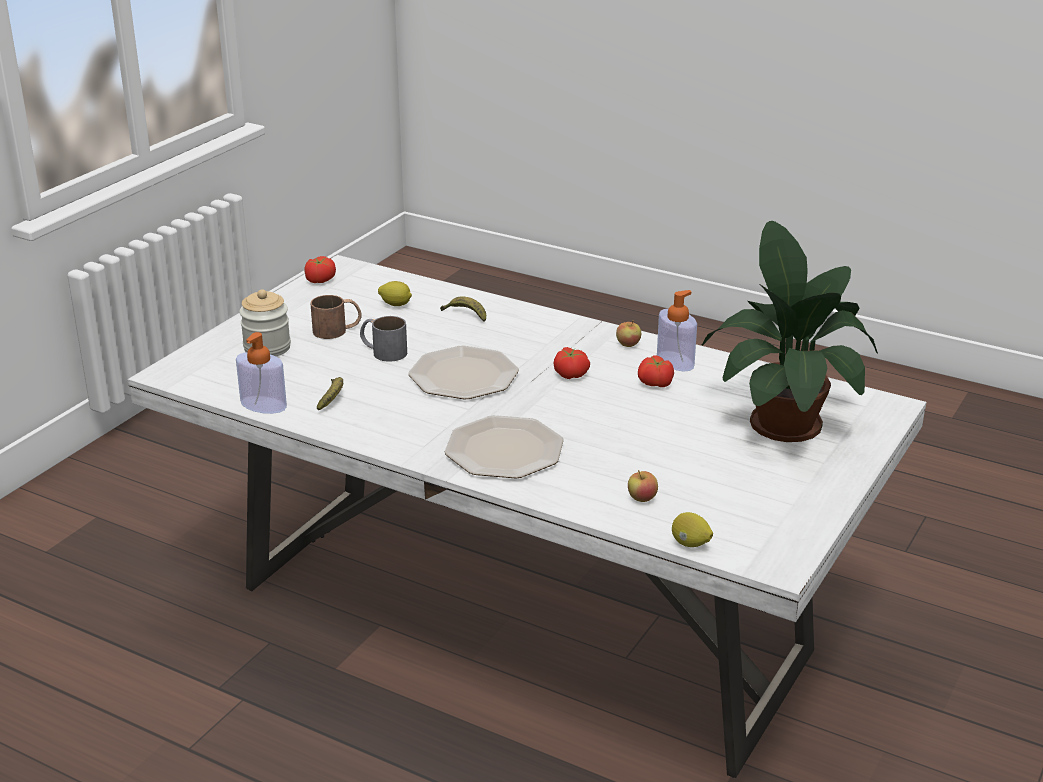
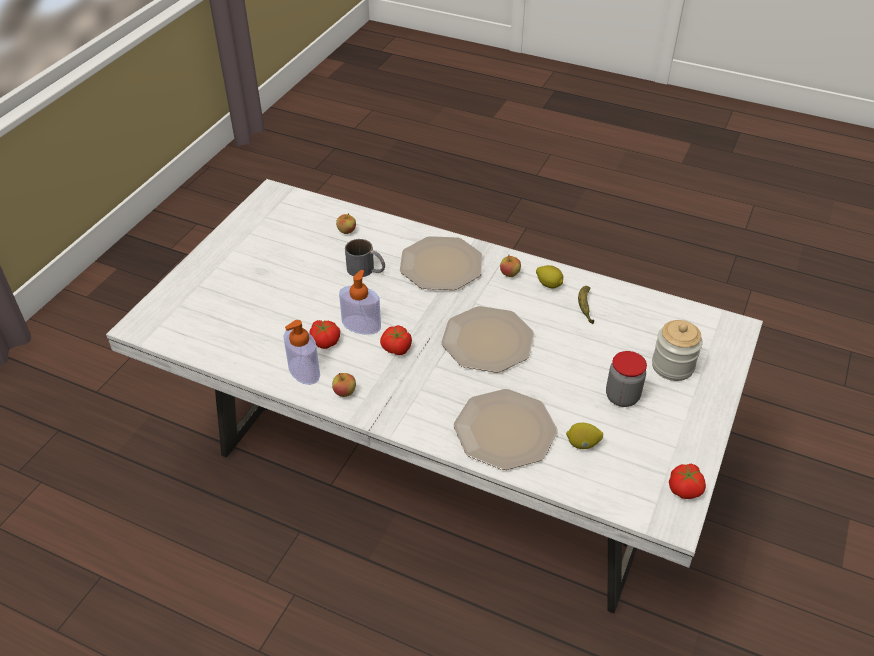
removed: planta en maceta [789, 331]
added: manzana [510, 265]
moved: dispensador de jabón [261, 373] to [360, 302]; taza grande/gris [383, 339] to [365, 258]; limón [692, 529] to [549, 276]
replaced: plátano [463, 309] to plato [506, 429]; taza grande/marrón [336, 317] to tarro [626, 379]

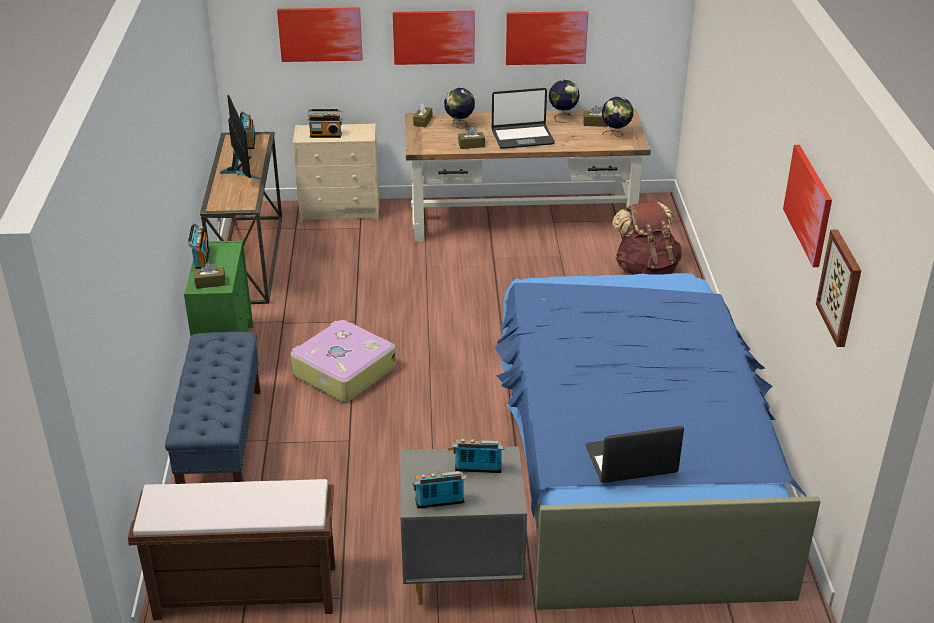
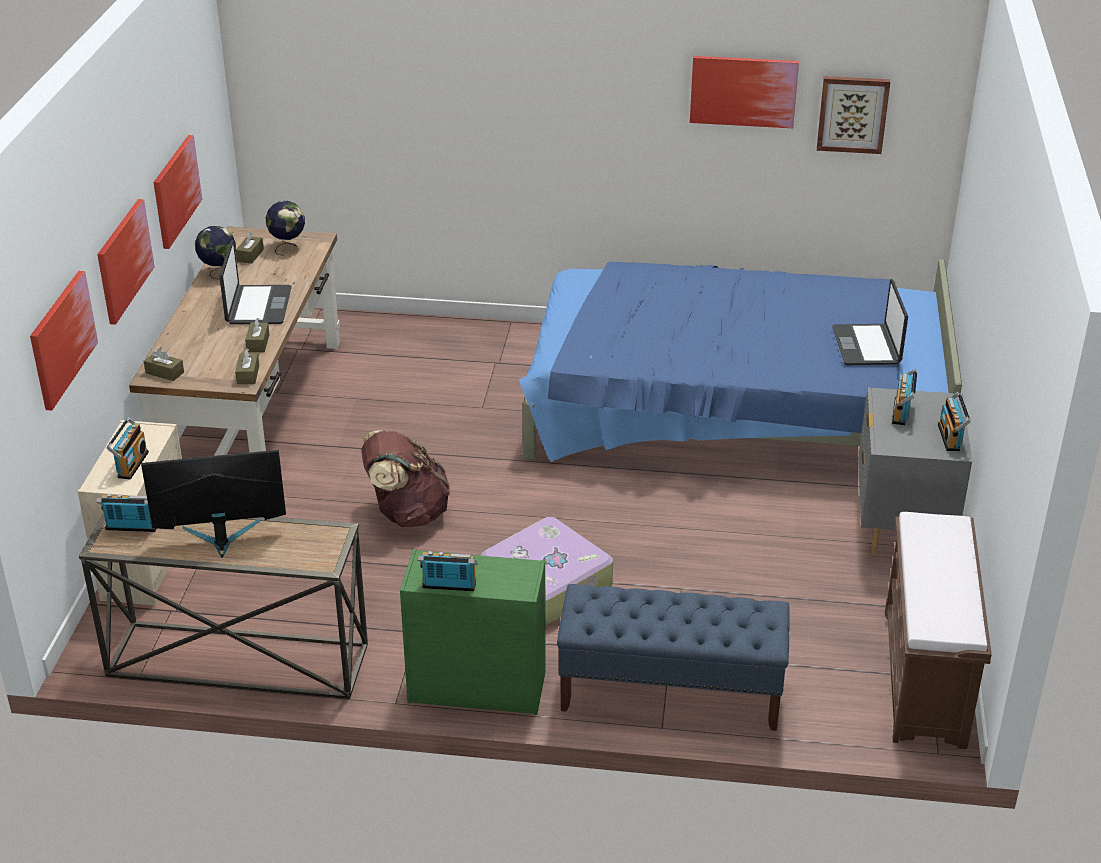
removed: globo terráqueo [459, 108]
moved: caja de pañuelos/marrón [210, 275] to [247, 366]; mochila/marrón [647, 238] to [406, 478]

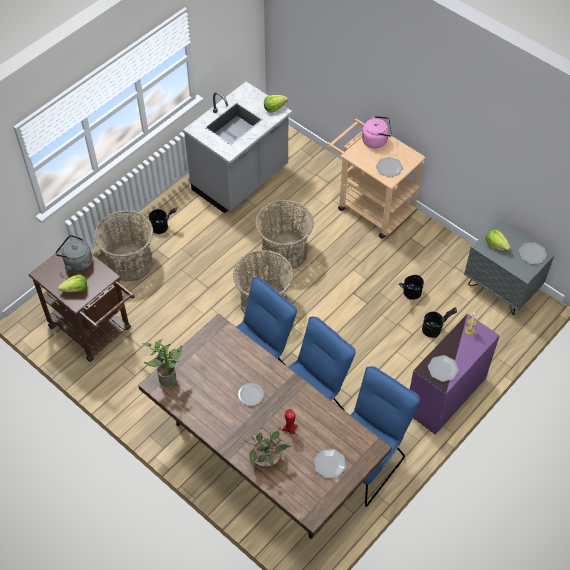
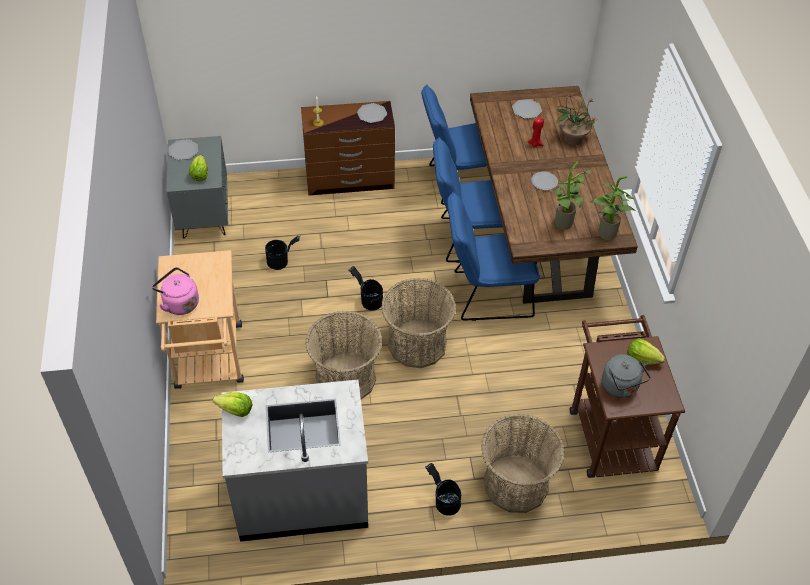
removed: plato [389, 167]
added: planta en maceta [573, 196]
moved: cubo/negro [439, 322] to [365, 288]
recoloured: cómoda/morado [455, 374] to cómoda/marrón [348, 148]

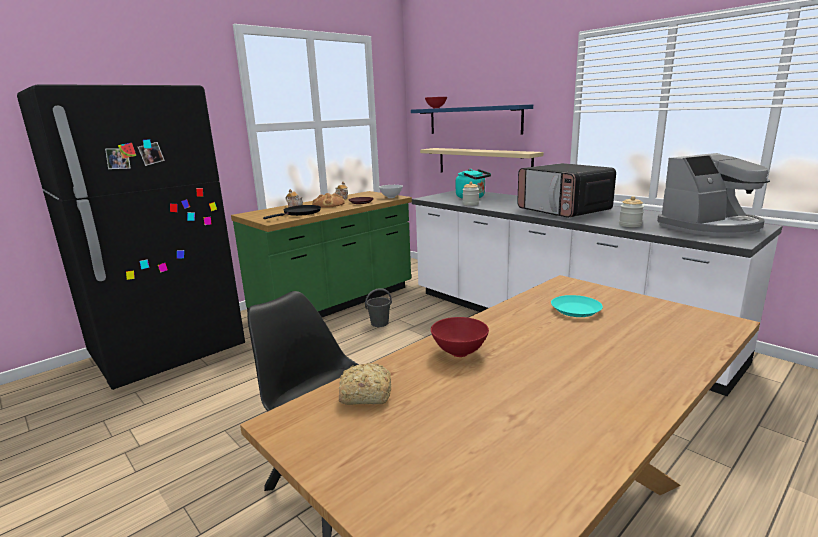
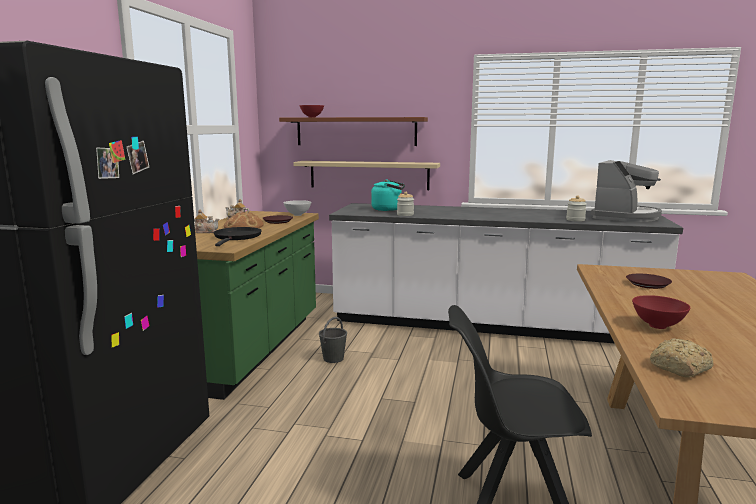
removed: microondas [566, 190]
recoloured: estante/azul [472, 119] to estante/marrón [353, 131]; plato/turquesa [577, 306] to plato/marrón [649, 281]

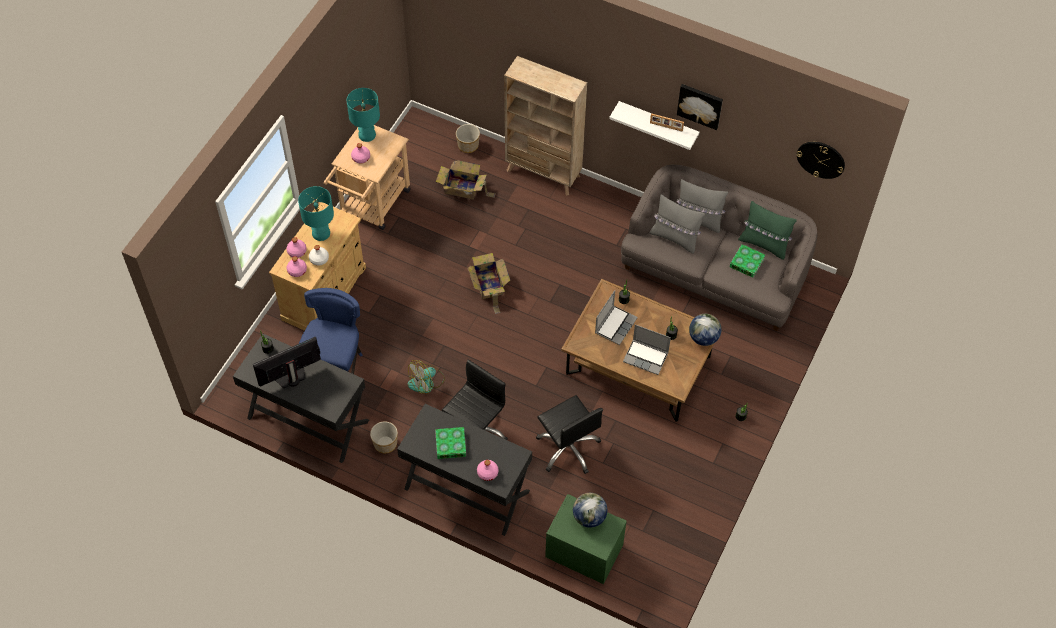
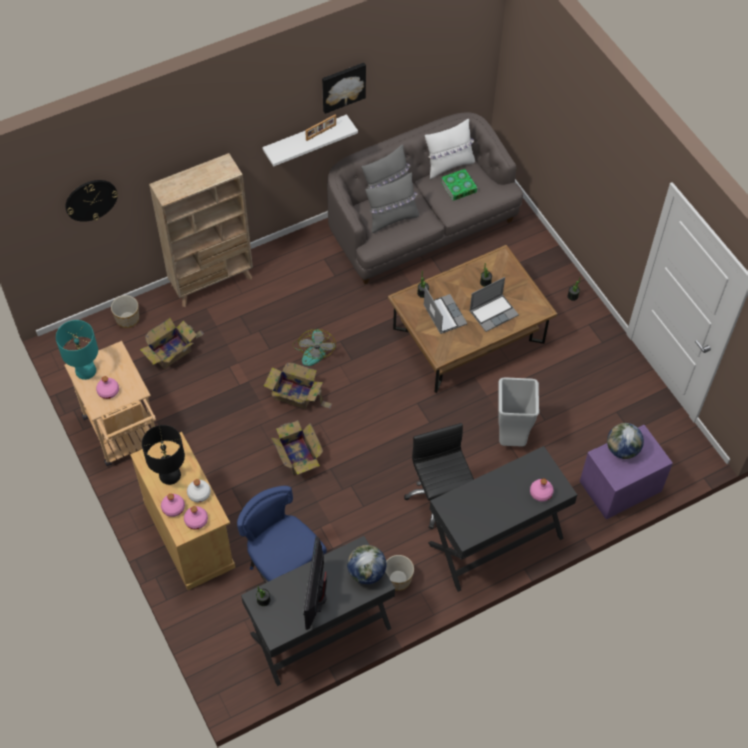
removed: libro [450, 443]
added: caja de cartón [297, 447]
moved: reloj de pared [821, 160] to [91, 201]; ventilador [426, 377] to [314, 347]; globo terráqueo [705, 330] to [366, 564]
replaced: silla de oficina/negro [569, 434] to papelera/gris [519, 412]
recoloured: lámpara de mesa/turquesa [316, 213] to lámpara de mesa/negro [163, 455]; cojín/verde [767, 230] to cojín/blanco [450, 149]; mesita de noche/verde [586, 539] to mesita de noche/morado [626, 472]

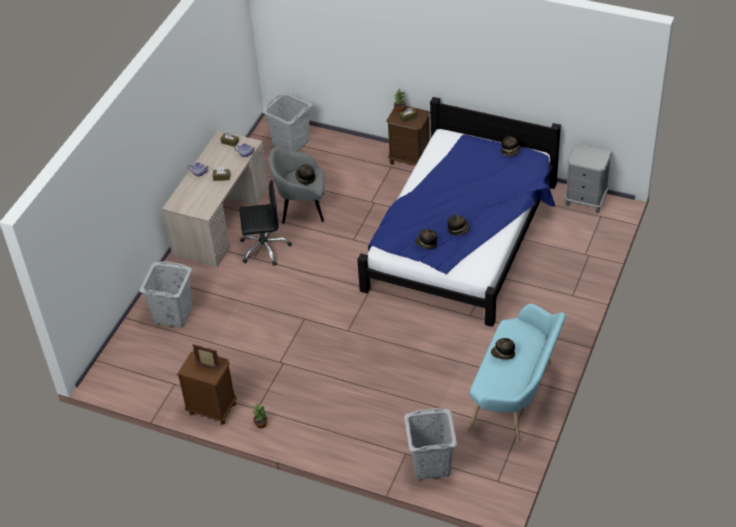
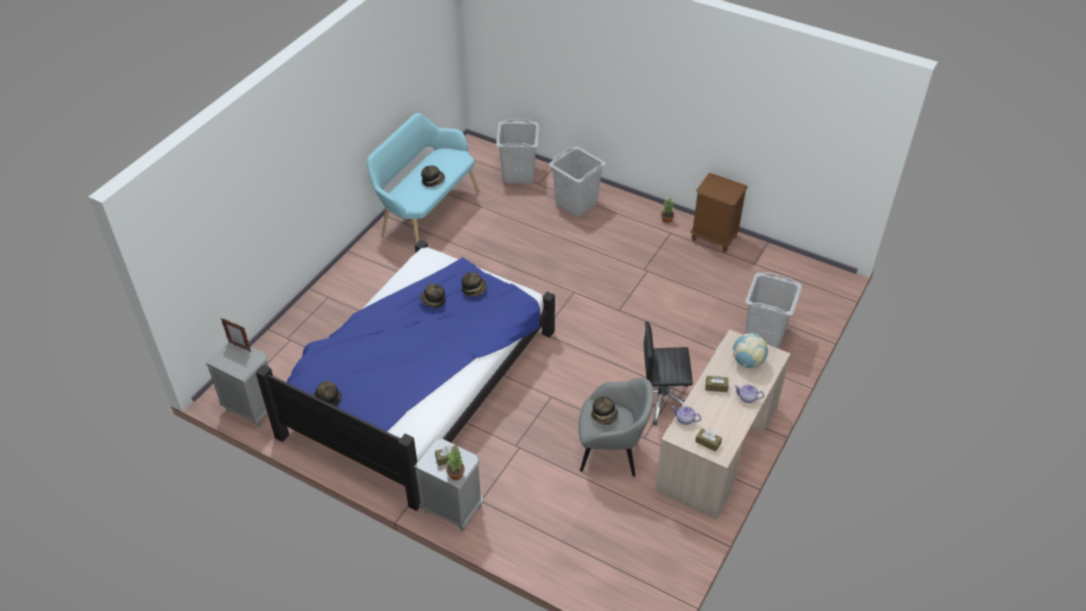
added: globo terráqueo [750, 351]
moved: portarretratos [206, 357] to [236, 335]; cesto de la ropa/gris [287, 122] to [577, 181]
recoloured: mesita de noche/marrón [408, 136] to mesita de noche/gris [448, 484]

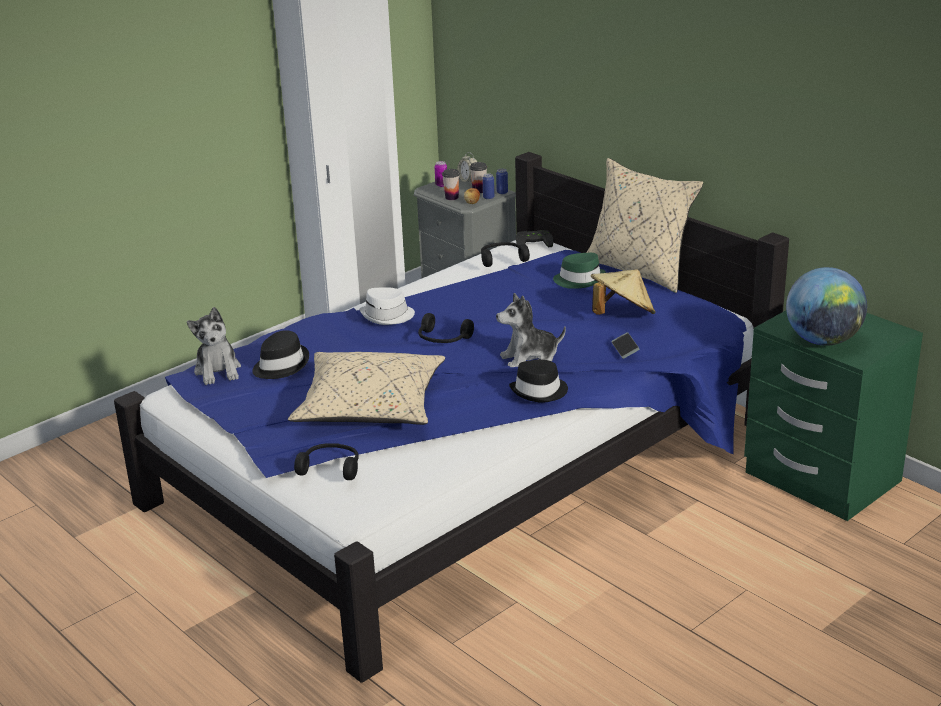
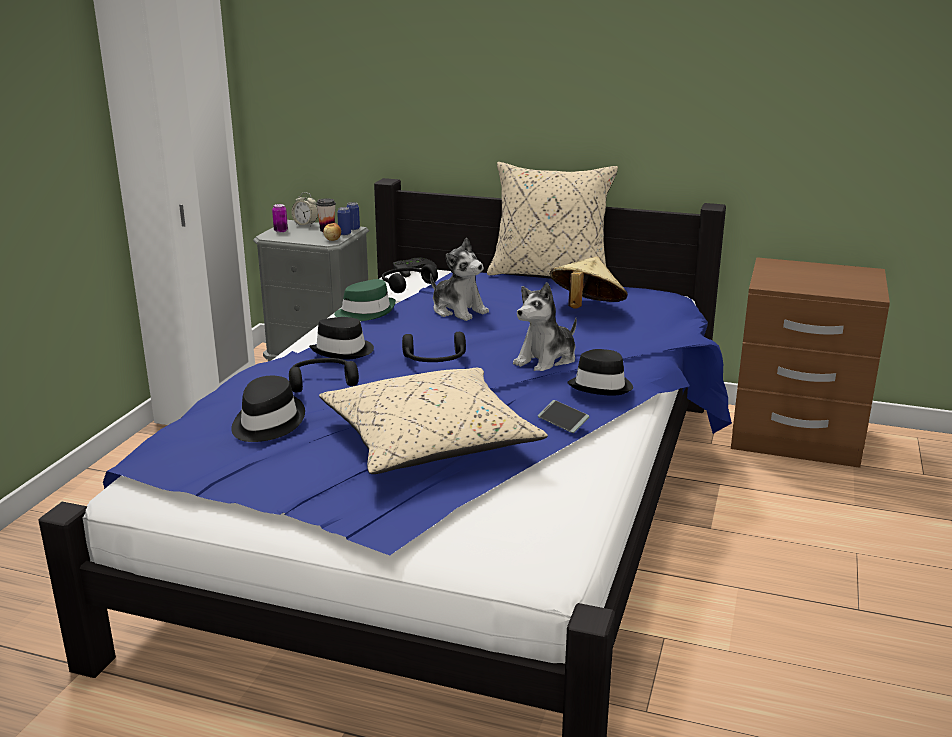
removed: taza [451, 184]; globo terráqueo [826, 306]
moved: auriculares/negro [326, 461] to [324, 375]; sombrero/verde [579, 271] to [365, 300]; peluche [214, 346] to [459, 279]; móvil [625, 345] to [563, 416]
recoloured: sombrero/blanco [387, 306] to sombrero/negro [341, 338]; mesita de noche/verde [833, 415] to mesita de noche/marrón [810, 362]

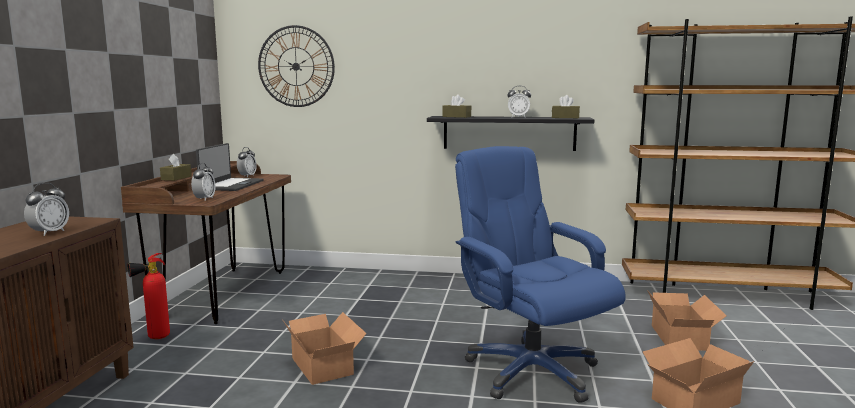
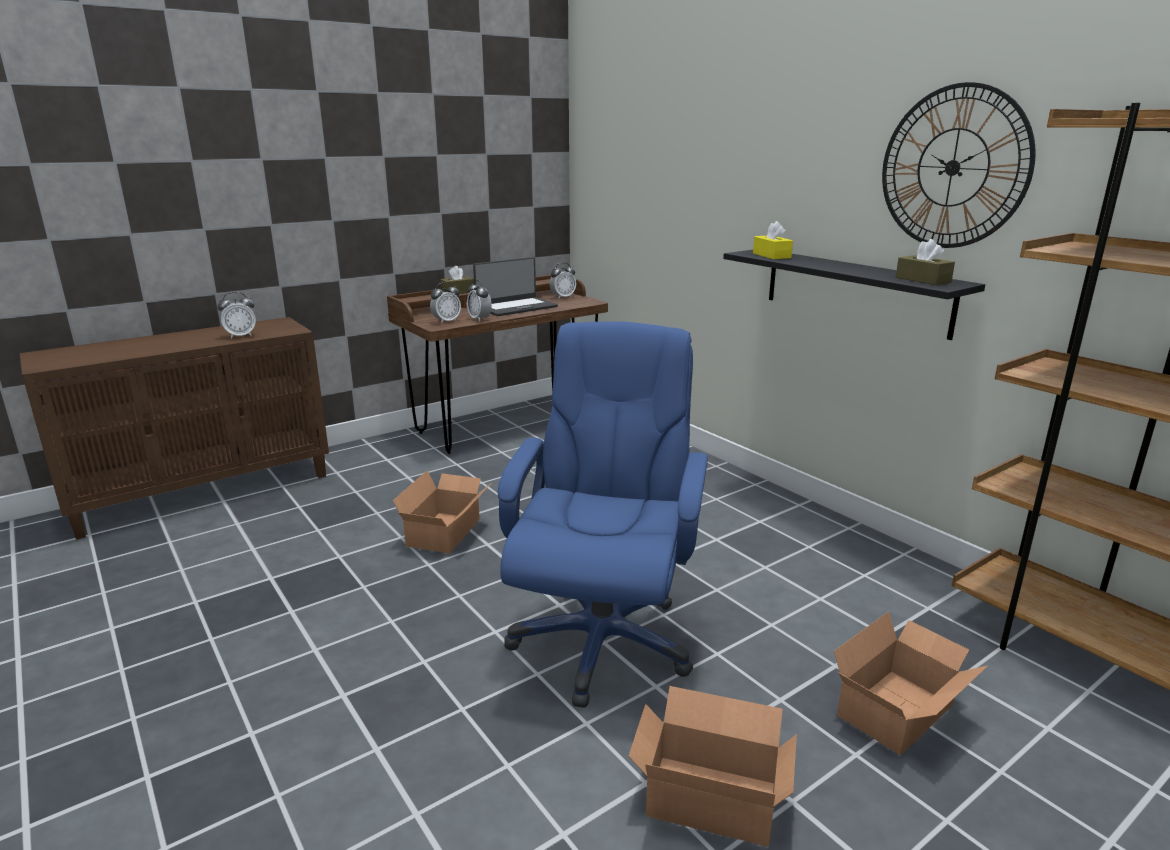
removed: extintor [148, 296]
moved: despertador [519, 101] to [479, 301]; reloj de pared [296, 66] to [959, 165]
recoloured: caja de pañuelos/marrón [456, 106] to caja de pañuelos/amarillo [773, 240]

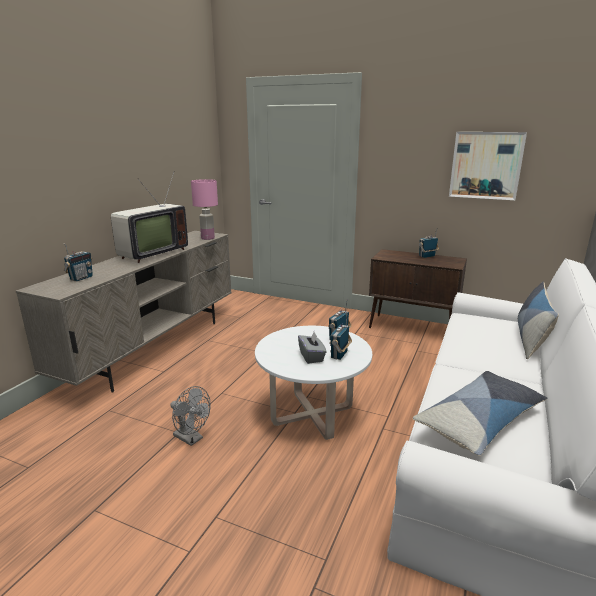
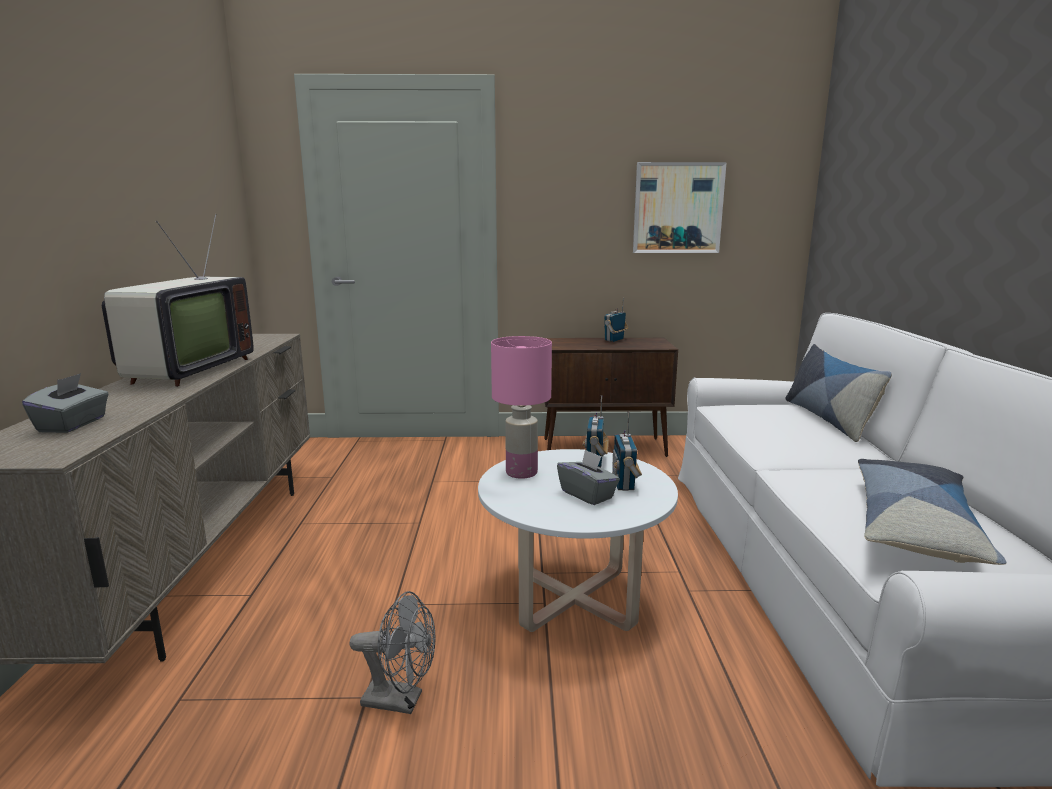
moved: lámpara de mesa/rosa [204, 209] to [521, 407]
replaced: radio [78, 262] to caja de pañuelos/gris [65, 403]

